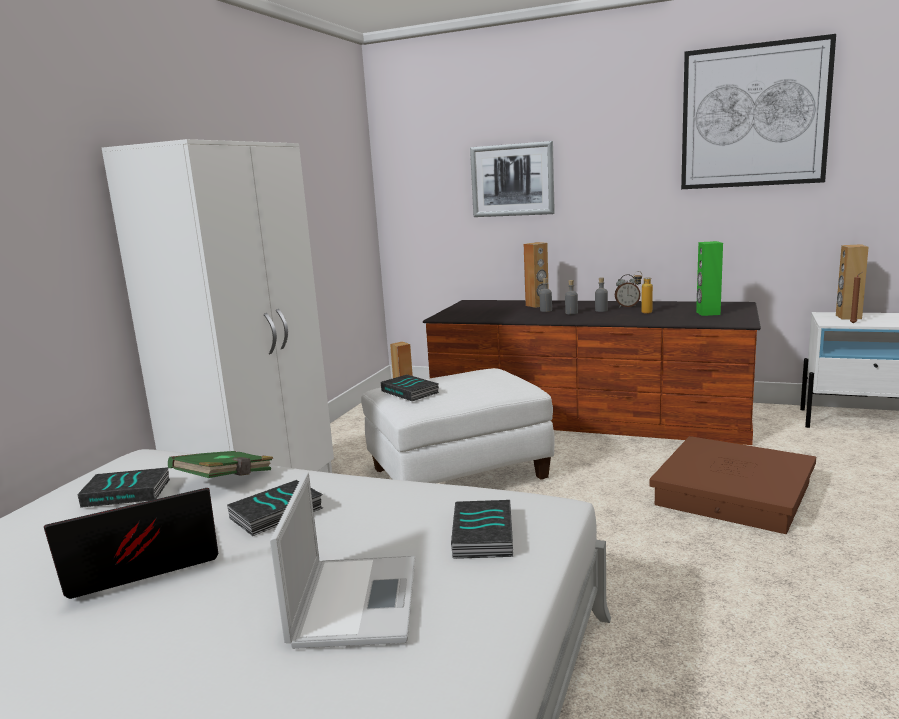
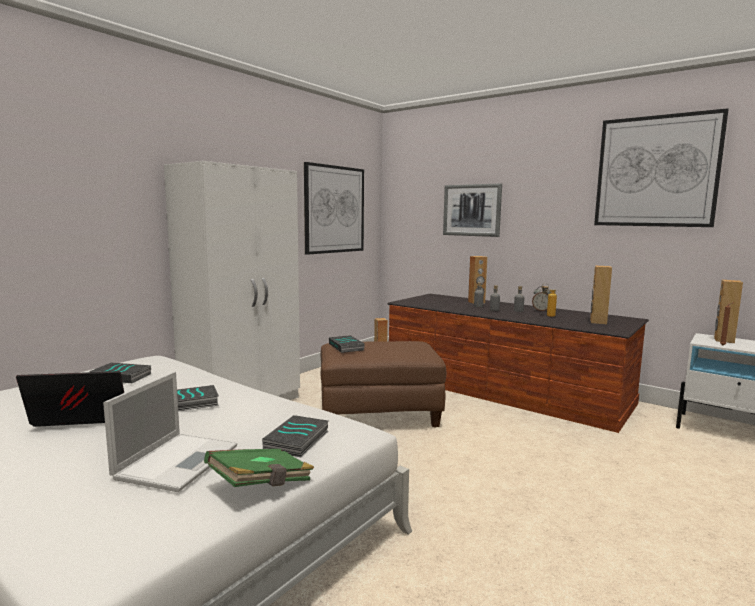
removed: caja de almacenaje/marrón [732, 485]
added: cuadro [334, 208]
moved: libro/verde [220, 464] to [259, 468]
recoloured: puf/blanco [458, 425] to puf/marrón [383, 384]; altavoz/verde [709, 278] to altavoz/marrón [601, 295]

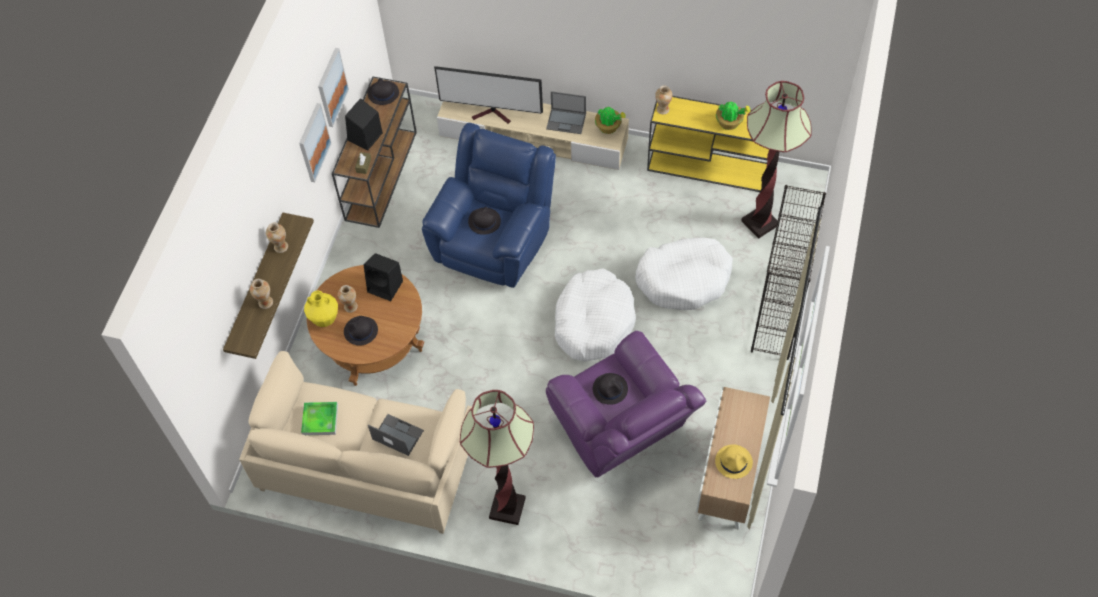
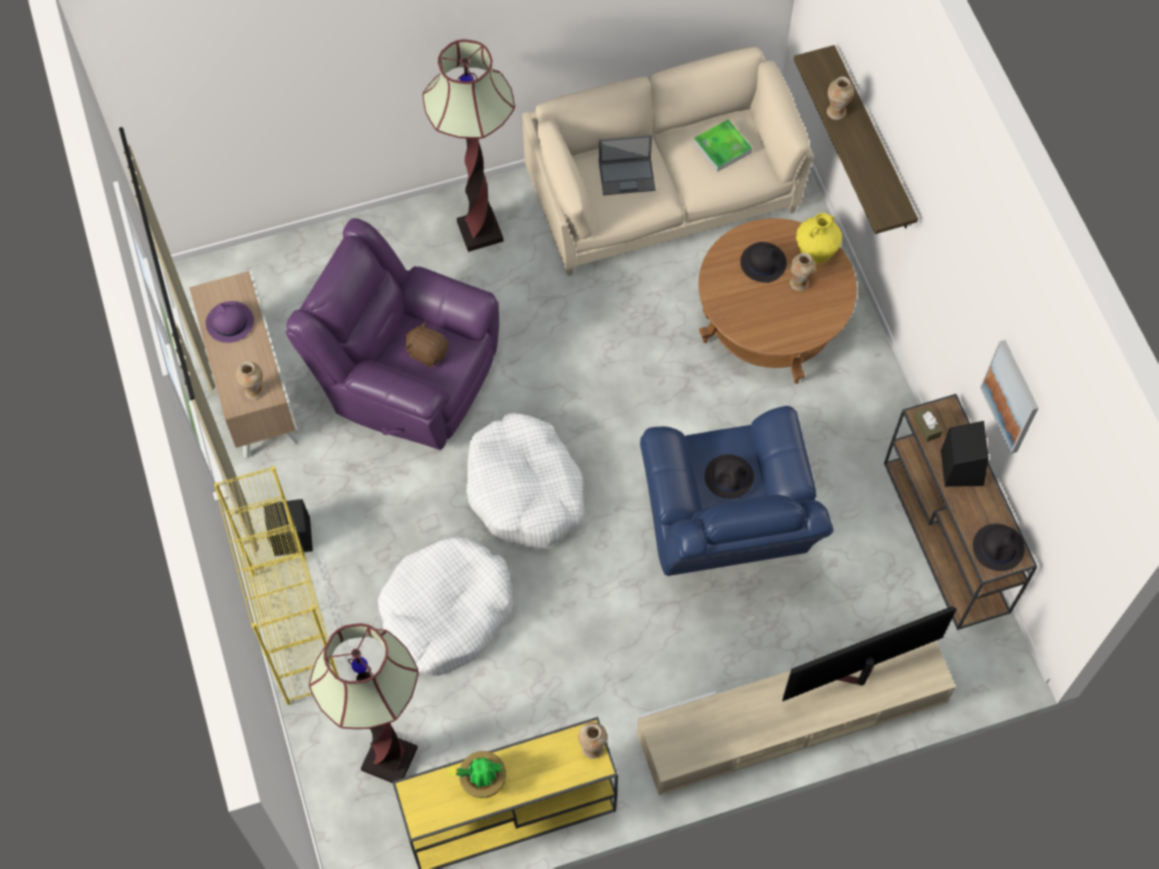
removed: cuadro [315, 142]; portátil [566, 112]; planta en maceta [610, 119]
moved: florero [277, 238] to [250, 381]; altavoz/negro [383, 277] to [288, 527]
replaced: sombrero/negro [610, 389] to peluche/marrón [427, 344]
recoloured: sombrero/amarillo [734, 461] to sombrero/morado [230, 322]; estantería/negro [788, 272] to estantería/amarillo [276, 585]

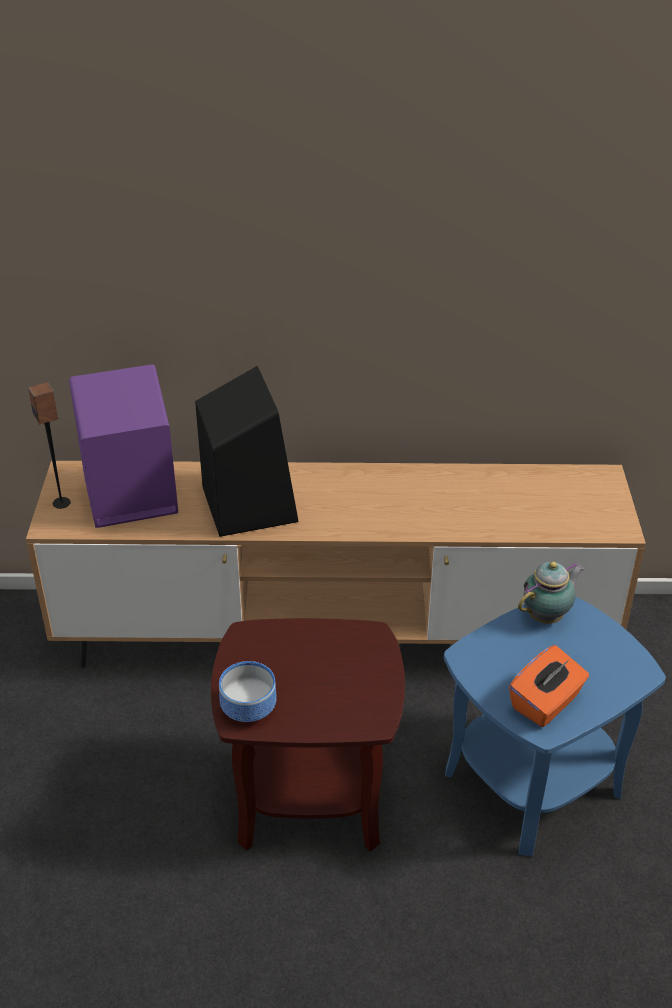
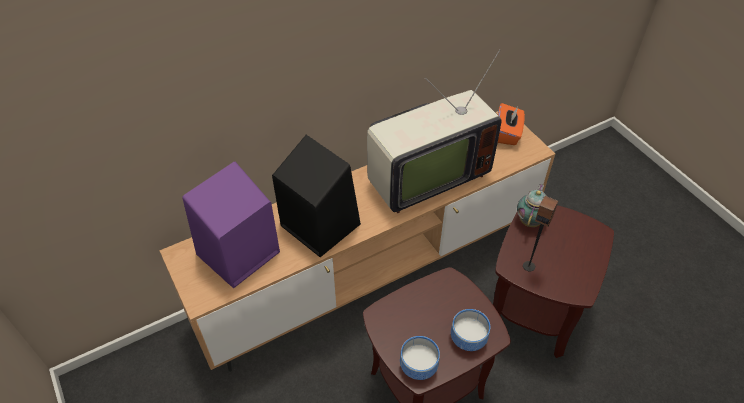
added: televisor [434, 131]; cuenco [470, 330]
moved: caja de pañuelos/naranja [549, 686] to [511, 124]; altavoz [49, 445] to [540, 234]
recoloured: mesa auxiliar/azul [555, 727] to mesa auxiliar/marrón [553, 281]

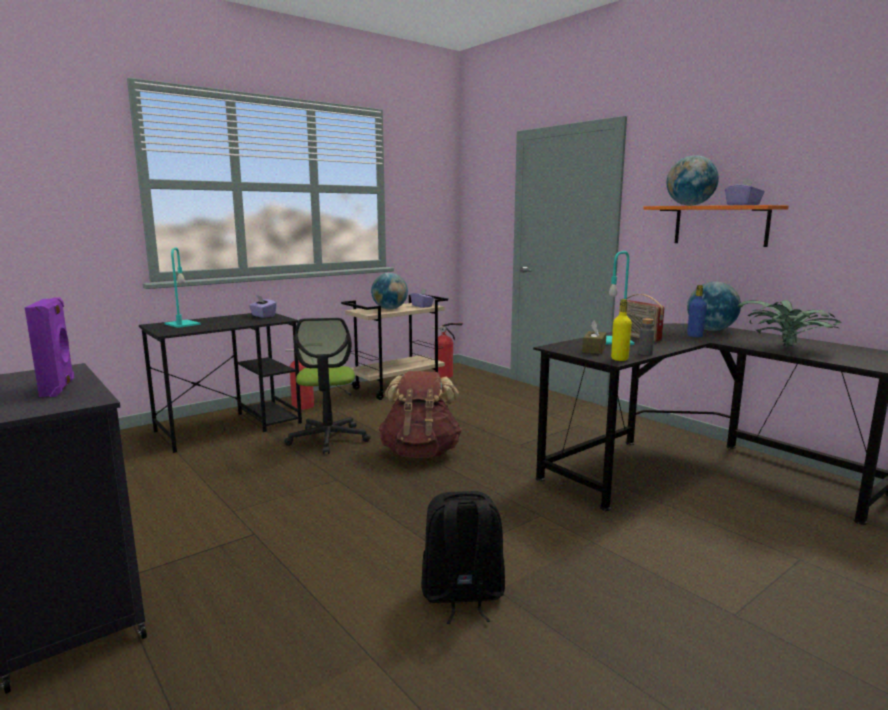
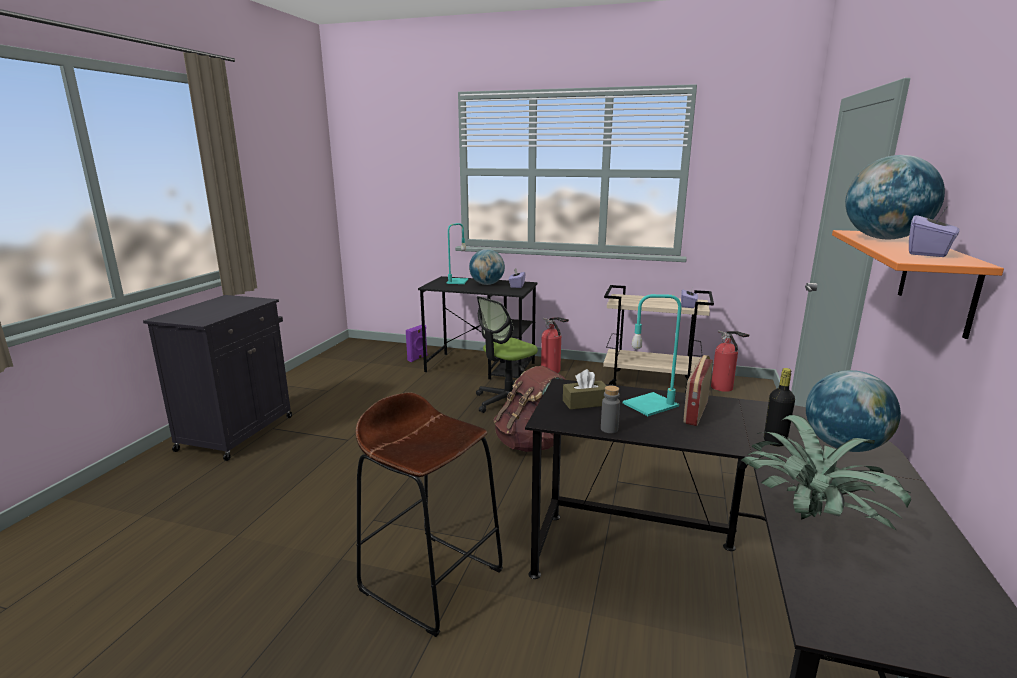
removed: mochila/negro [463, 557]; botella/amarillo [621, 330]
added: taburete/marrón [429, 515]
moved: altavoz/morado [49, 347] to [417, 343]; globo terráqueo [389, 291] to [487, 267]
recoloured: botella/azul [697, 311] to botella/negro [779, 407]

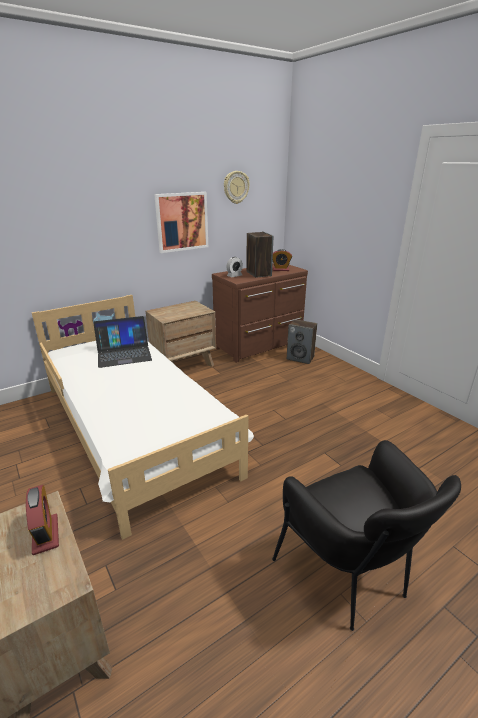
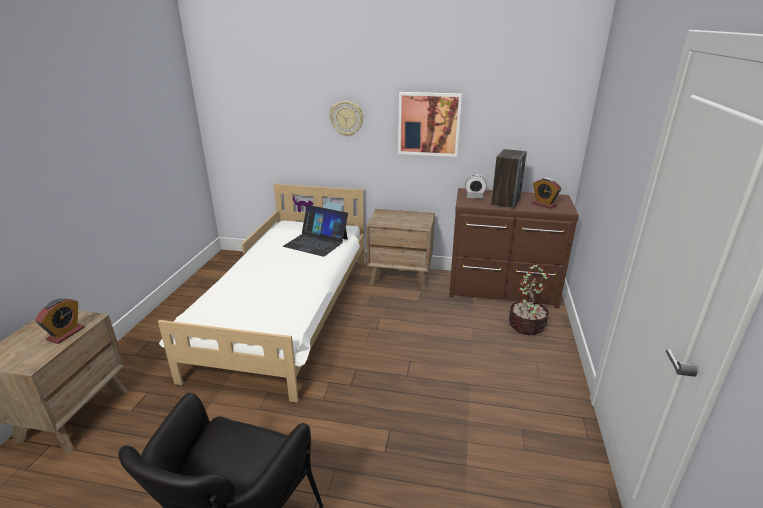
moved: reloj de pared [237, 187] to [346, 119]
replaced: altavoz [302, 341] to planta en maceta [529, 299]

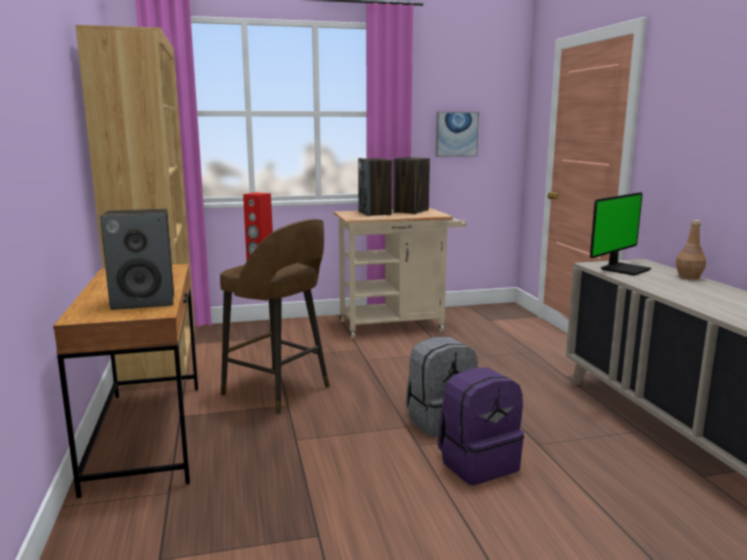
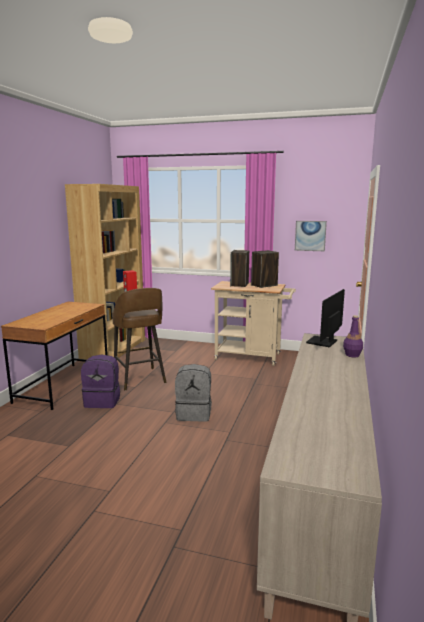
removed: altavoz [137, 259]
moved: mochila/morado [481, 426] to [100, 381]
recoloured: botella/marrón [691, 250] to botella/morado [353, 336]
turned: monitor [620, 234] = [325, 318] 135 degrees clockwise

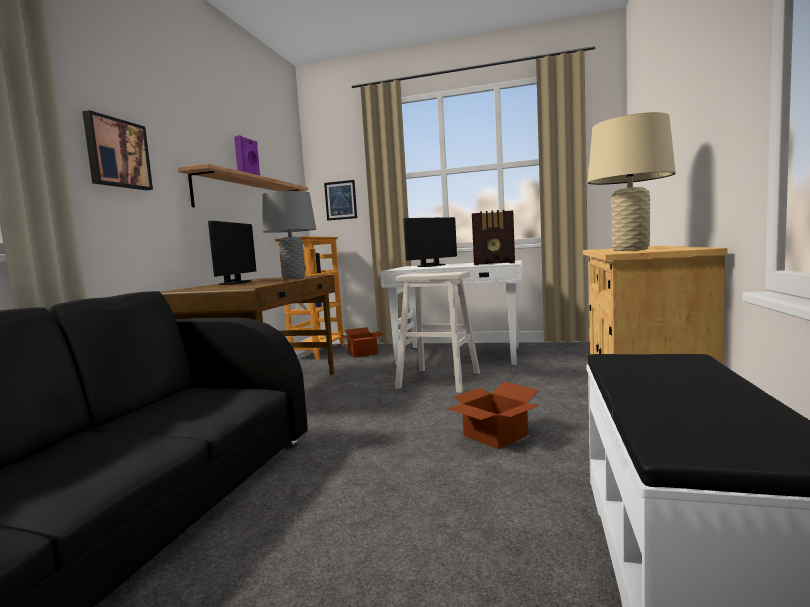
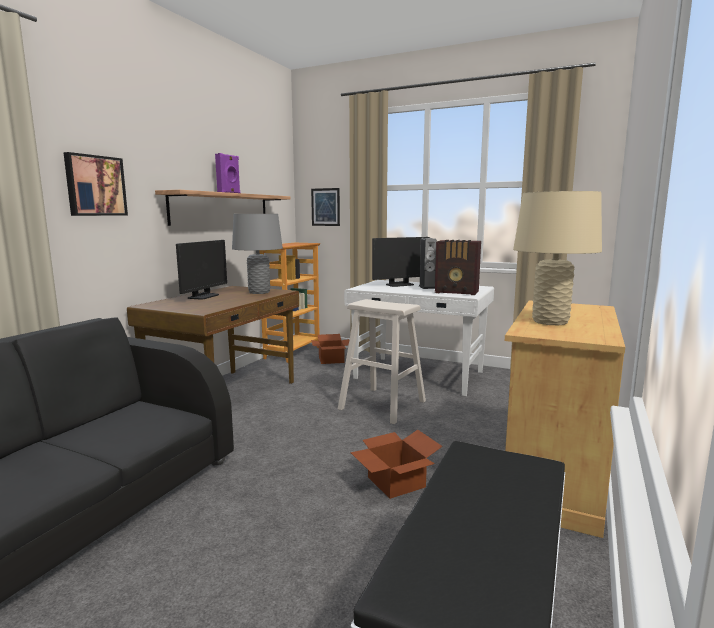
added: altavoz [428, 263]

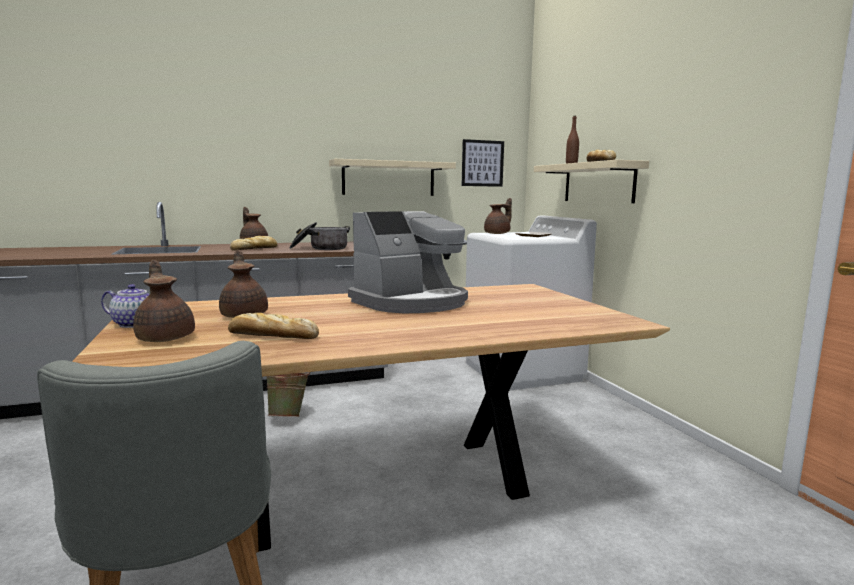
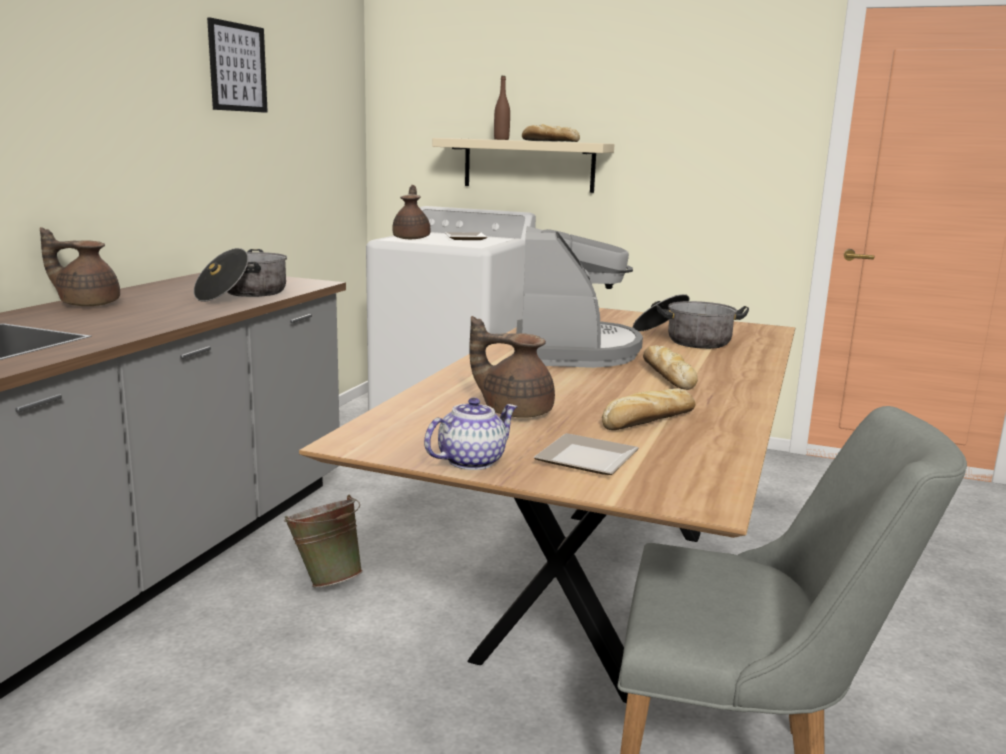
removed: estante/beis [392, 177]
added: olla [691, 321]
moved: cuadro [483, 163] to [237, 65]; pan [253, 243] to [670, 367]
replaced: tetera/marrón [164, 301] to plato [586, 454]

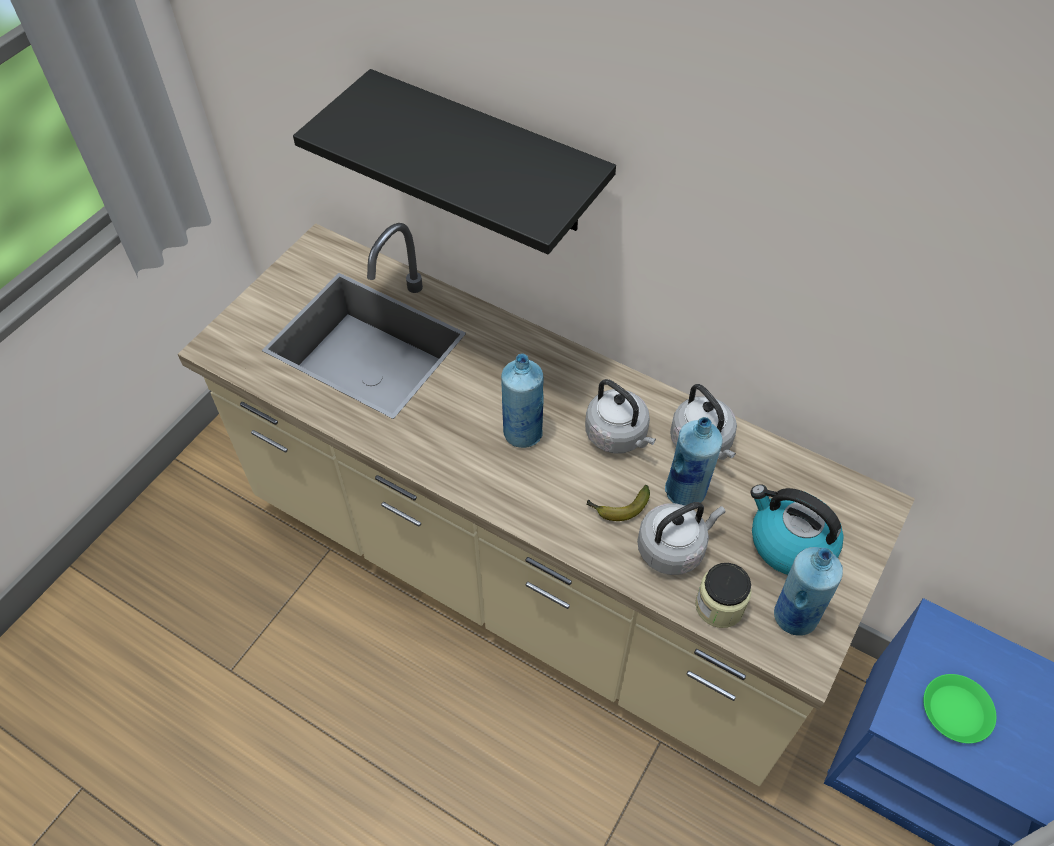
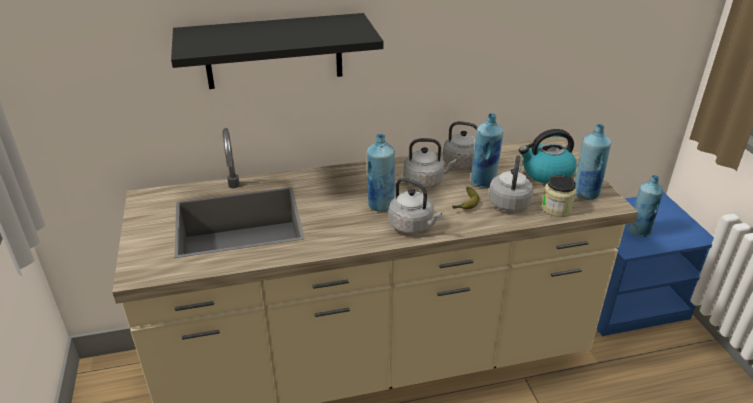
added: hervidor/gris [415, 206]
replaced: plato/verde [959, 708] to botella/azul [646, 206]

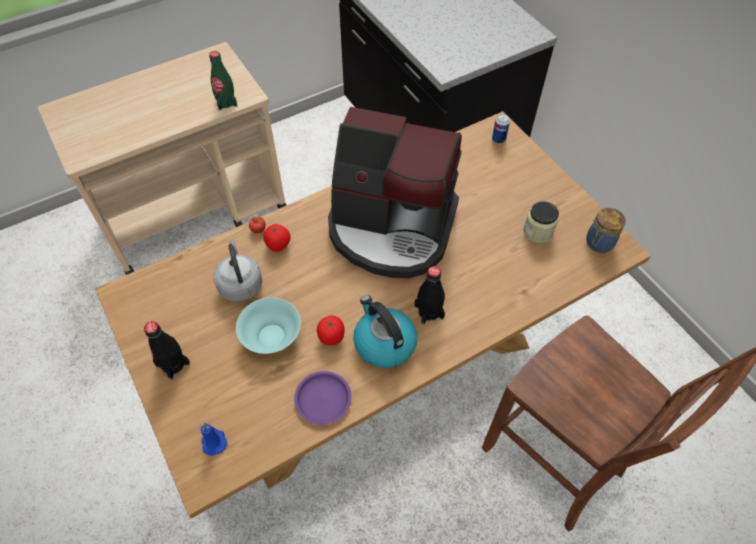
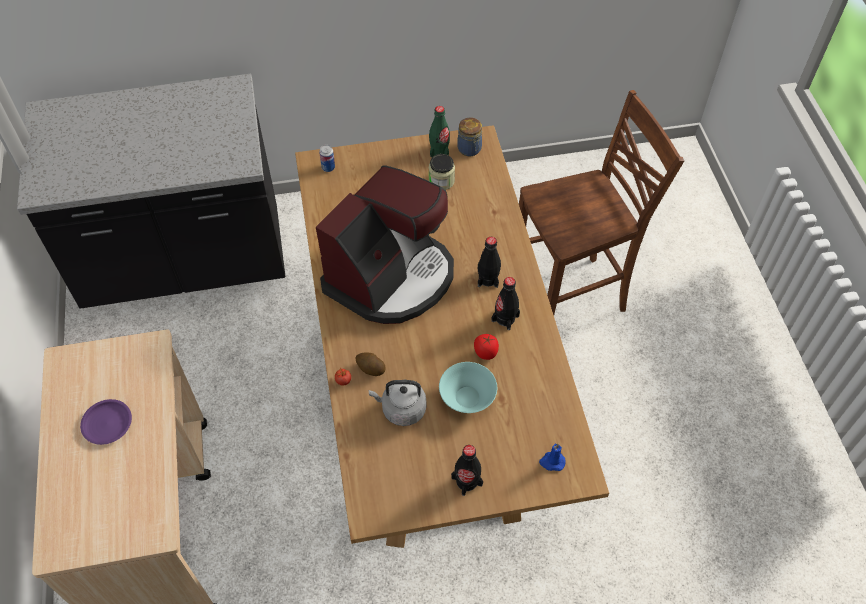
moved: plato/morado [323, 398] to [106, 422]; botella/verde [223, 80] to [439, 131]
replaced: tomate [277, 238] to patata [370, 364]; hervidor [385, 331] to botella/negro [506, 303]

